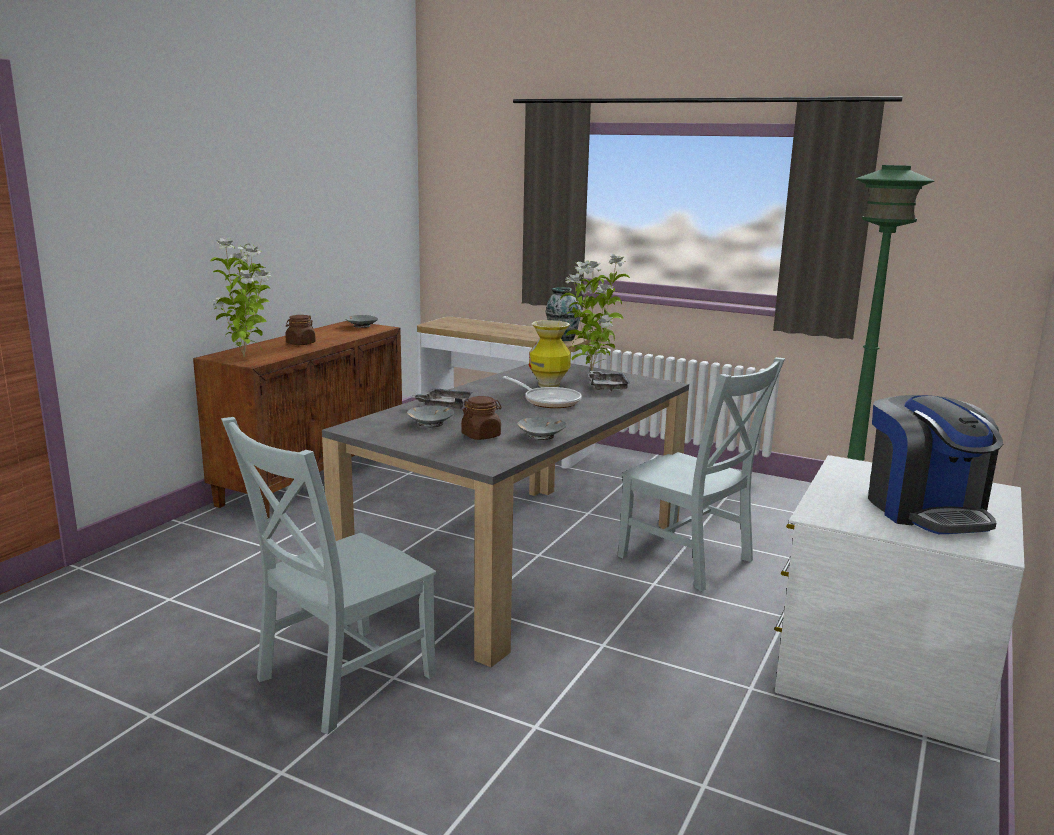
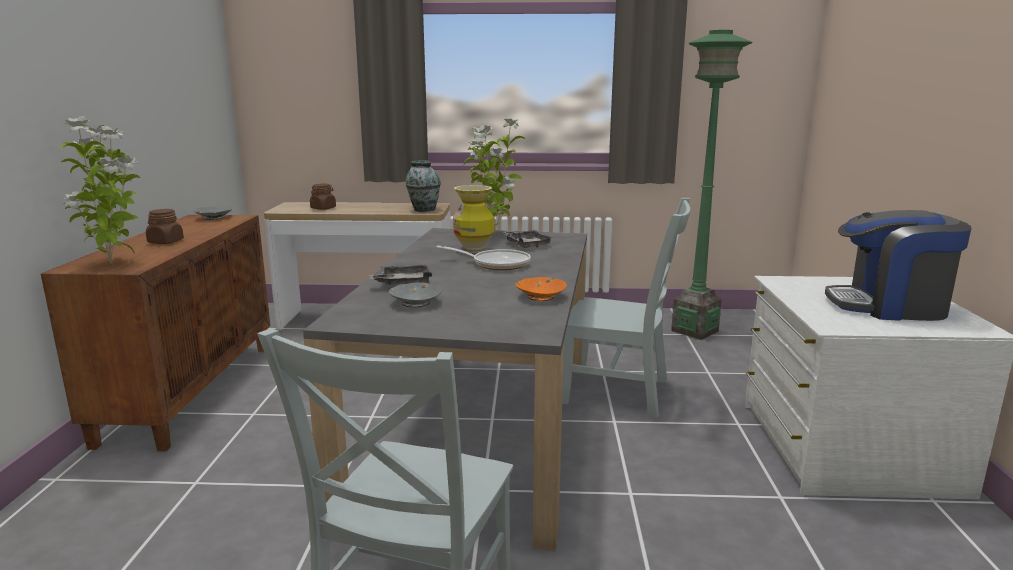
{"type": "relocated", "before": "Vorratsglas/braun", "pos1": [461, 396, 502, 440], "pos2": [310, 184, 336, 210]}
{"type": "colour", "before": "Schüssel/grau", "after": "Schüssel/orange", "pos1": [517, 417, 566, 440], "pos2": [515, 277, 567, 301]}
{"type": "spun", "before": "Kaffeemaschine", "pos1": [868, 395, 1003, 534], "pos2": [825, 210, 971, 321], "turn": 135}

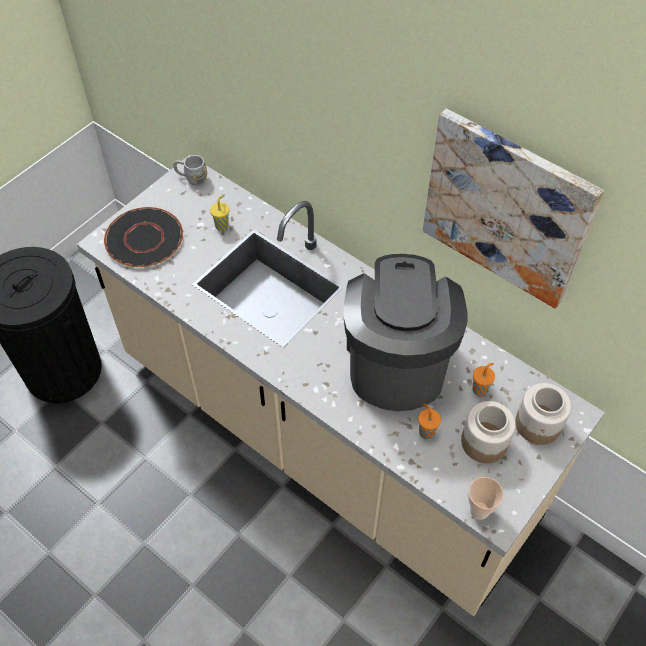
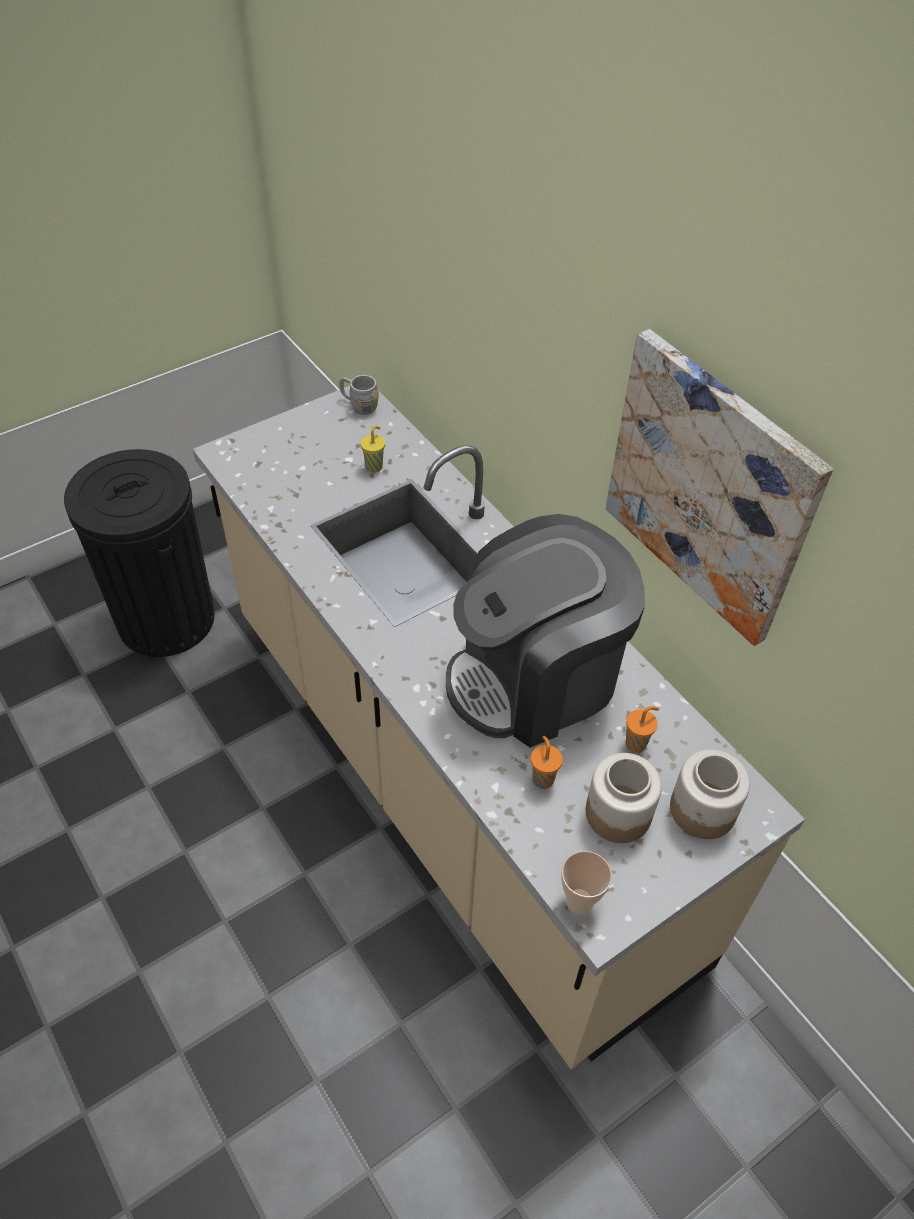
{"type": "spun", "before": "Kaffeemaschine", "pos1": [343, 254, 468, 411], "pos2": [446, 514, 645, 748], "turn": -135}
{"type": "missing", "before": "Teller/schwarz", "pos1": [104, 207, 183, 267]}

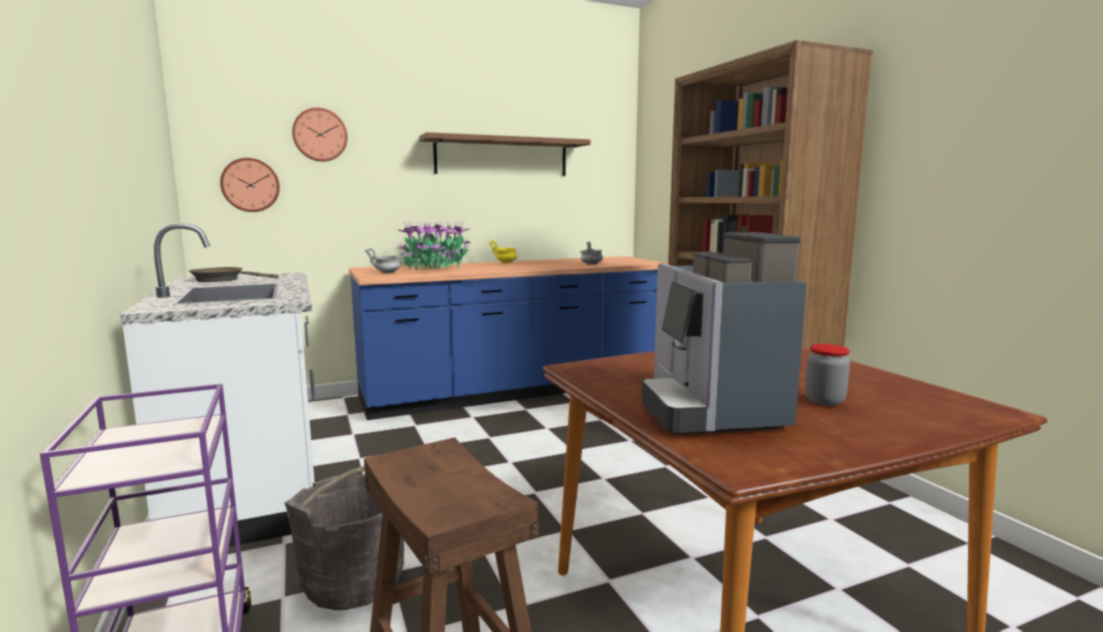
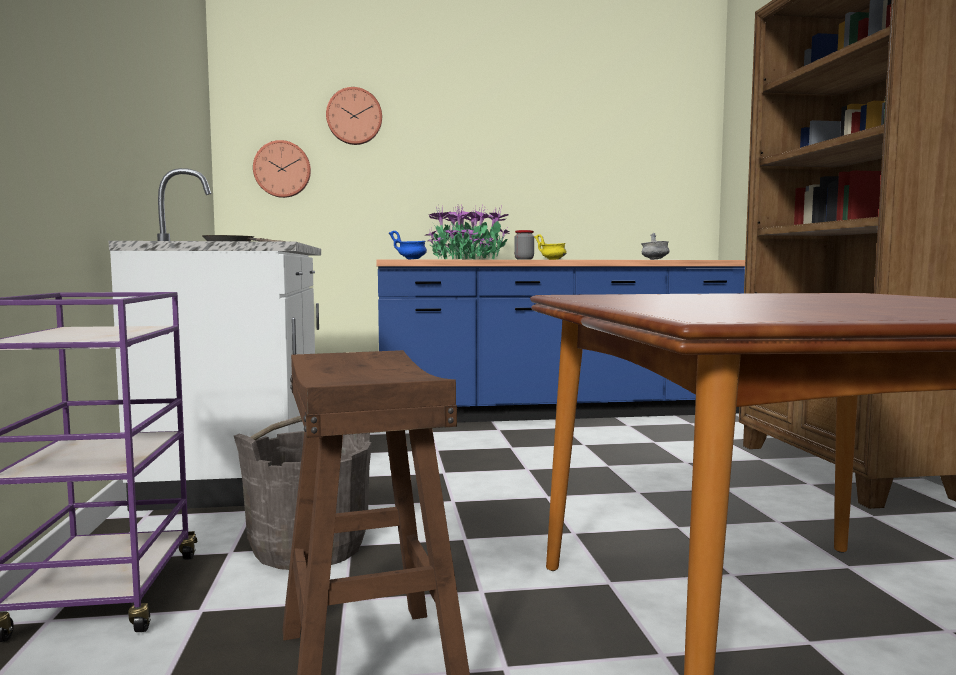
{"type": "colour", "before": "Schüssel/grau", "after": "Schüssel/blau", "pos1": [365, 248, 401, 274], "pos2": [389, 231, 427, 259]}
{"type": "relocated", "before": "Vorratsglas", "pos1": [805, 344, 850, 406], "pos2": [514, 230, 534, 259]}
{"type": "missing", "before": "Wandregal/braun", "pos1": [419, 132, 590, 176]}
{"type": "missing", "before": "Kaffeemaschine", "pos1": [642, 232, 807, 434]}

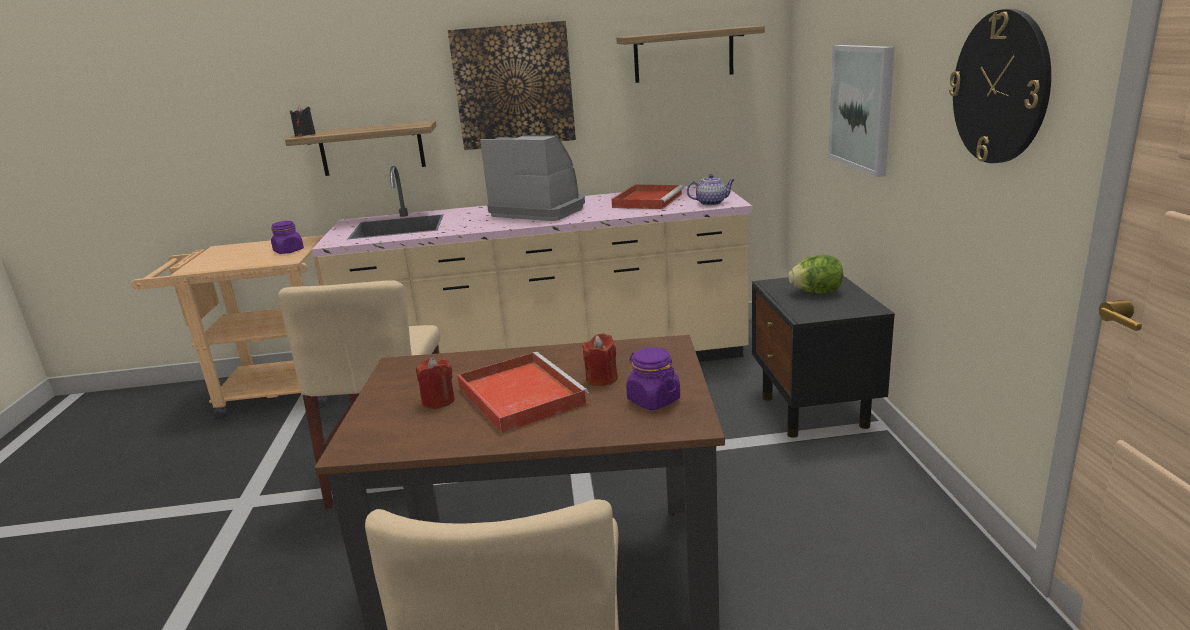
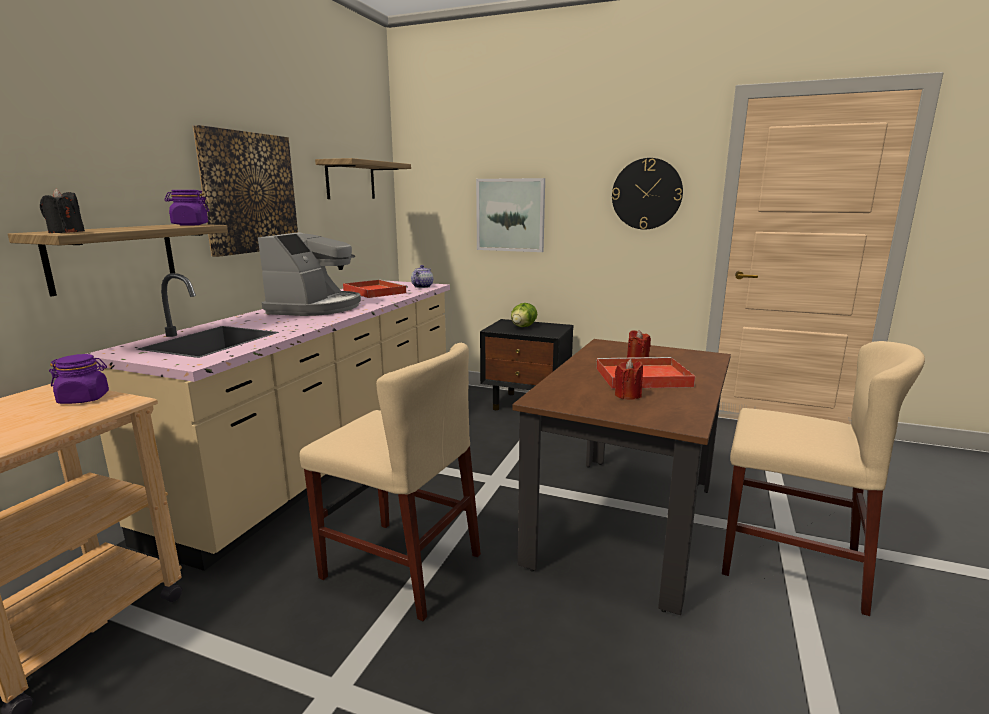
{"type": "relocated", "before": "Vorratsglas/lila", "pos1": [626, 347, 680, 410], "pos2": [165, 190, 209, 226]}
{"type": "spun", "before": "Kaffeemaschine", "pos1": [480, 135, 585, 221], "pos2": [258, 232, 361, 316], "turn": 135}

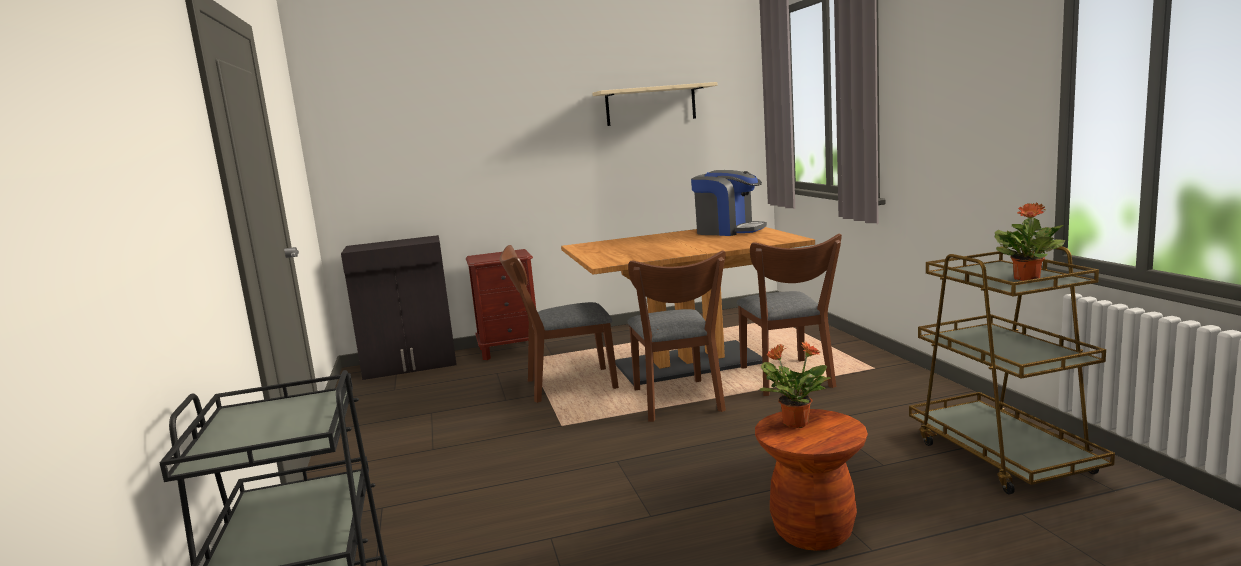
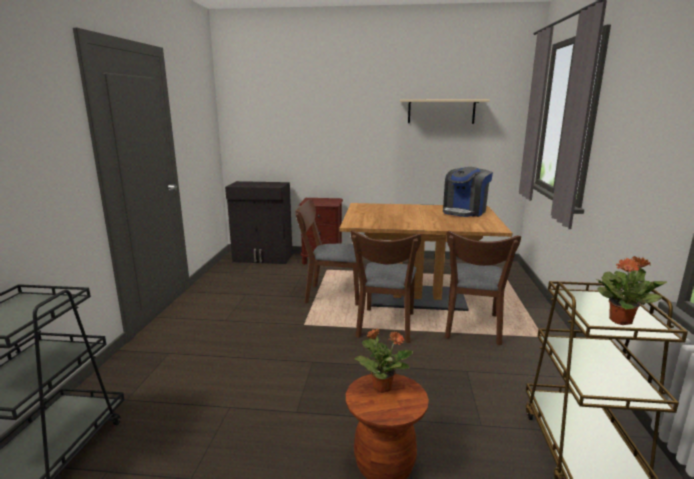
{"type": "spun", "before": "Kaffeemaschine", "pos1": [691, 170, 767, 236], "pos2": [443, 167, 493, 217], "turn": 75}

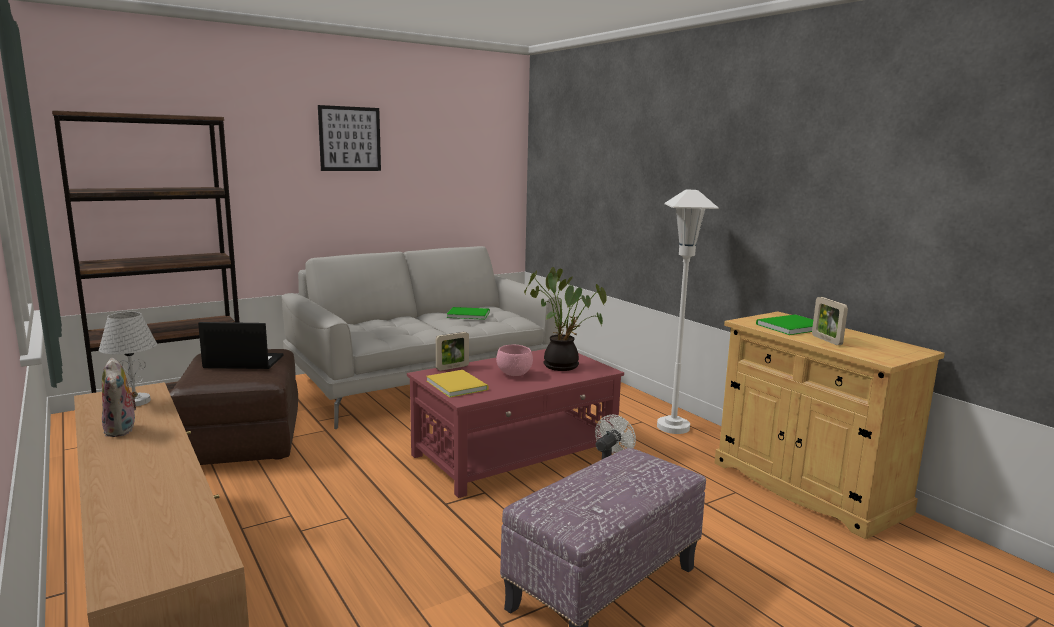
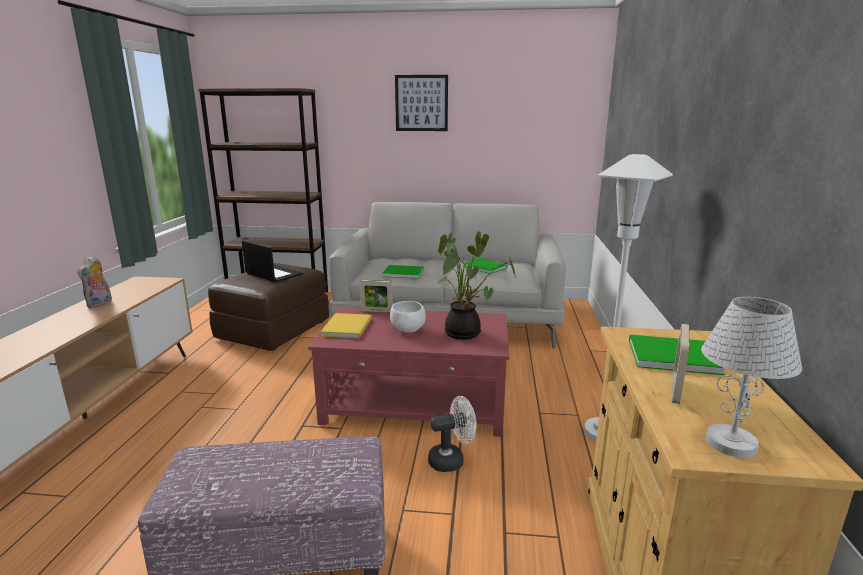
{"type": "appeared", "after": "Buch/grün", "pos2": [382, 265, 424, 279]}
{"type": "colour", "before": "Schüssel/rosa", "after": "Schüssel/weiß", "pos1": [496, 345, 533, 376], "pos2": [390, 301, 426, 333]}
{"type": "relocated", "before": "Tischlampe/weiß", "pos1": [99, 312, 157, 406], "pos2": [701, 297, 802, 458]}

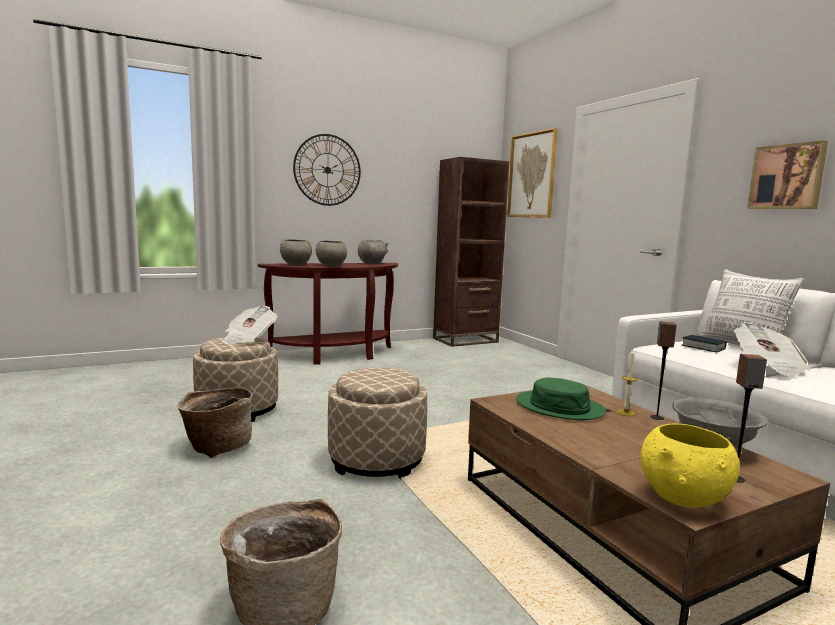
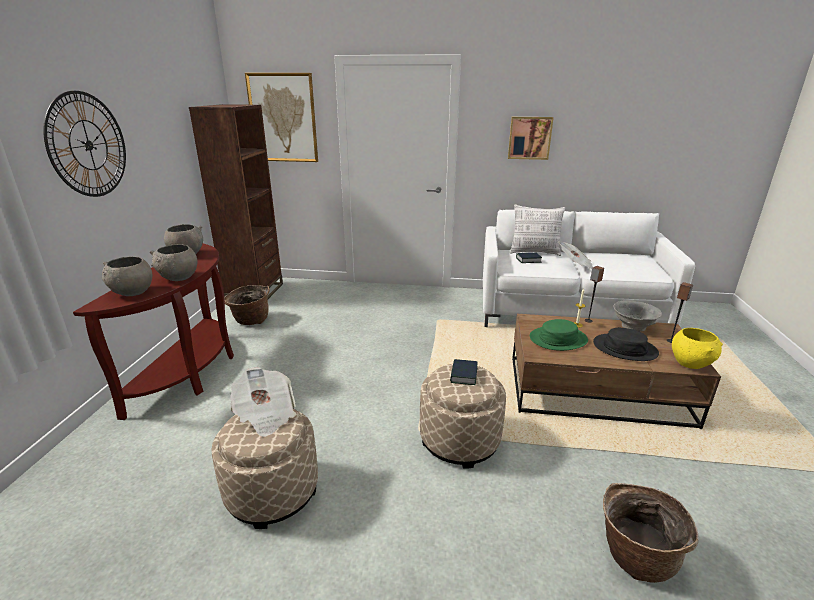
{"type": "relocated", "before": "Korb", "pos1": [178, 388, 252, 458], "pos2": [224, 285, 270, 325]}
{"type": "appeared", "after": "Buch", "pos2": [450, 359, 478, 385]}
{"type": "appeared", "after": "Hut/schwarz", "pos2": [593, 328, 659, 361]}

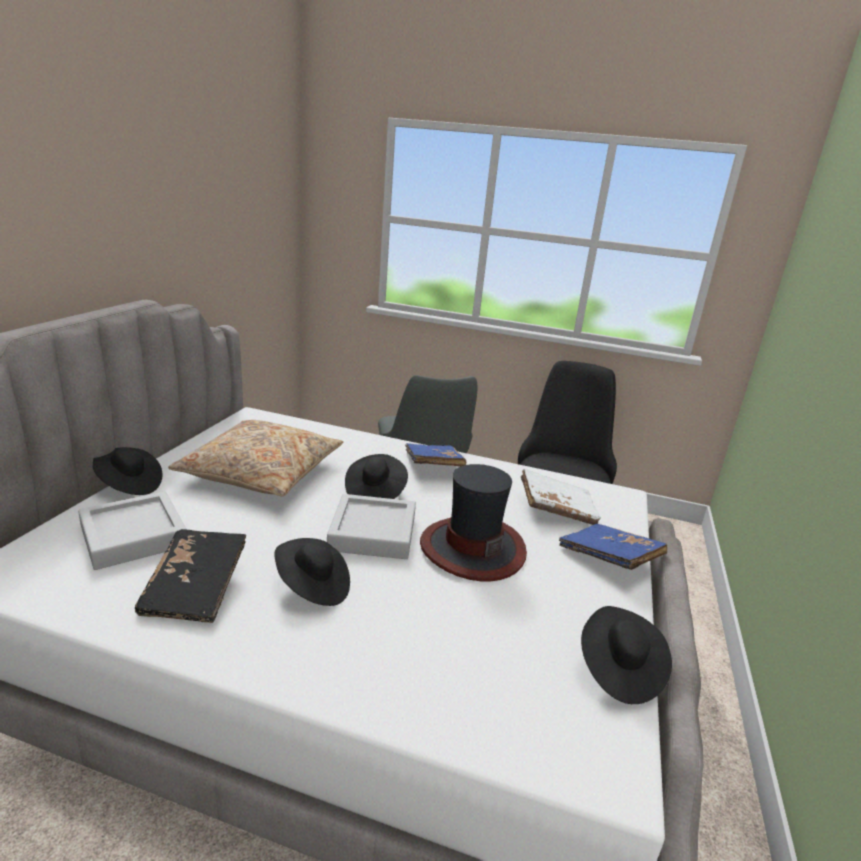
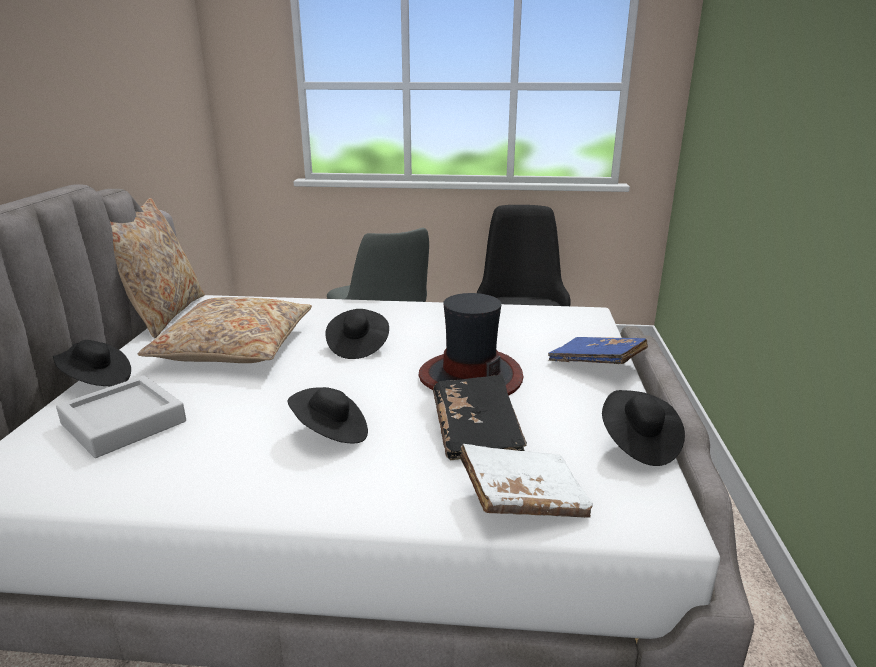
{"type": "appeared", "after": "Kissen/beige", "pos2": [110, 198, 205, 338]}
{"type": "relocated", "before": "Buch/schwarz", "pos1": [135, 529, 246, 623], "pos2": [433, 375, 527, 460]}
{"type": "relocated", "before": "Buch/weiß", "pos1": [521, 469, 601, 525], "pos2": [460, 444, 593, 518]}
{"type": "missing", "before": "Tablett/grau", "pos1": [327, 494, 416, 559]}
{"type": "missing", "before": "Buch/blau", "pos1": [405, 443, 466, 467]}

